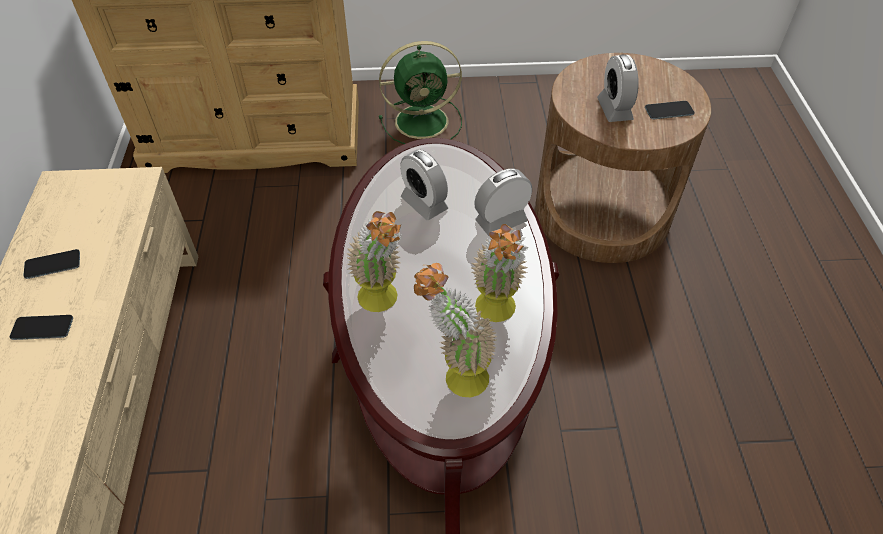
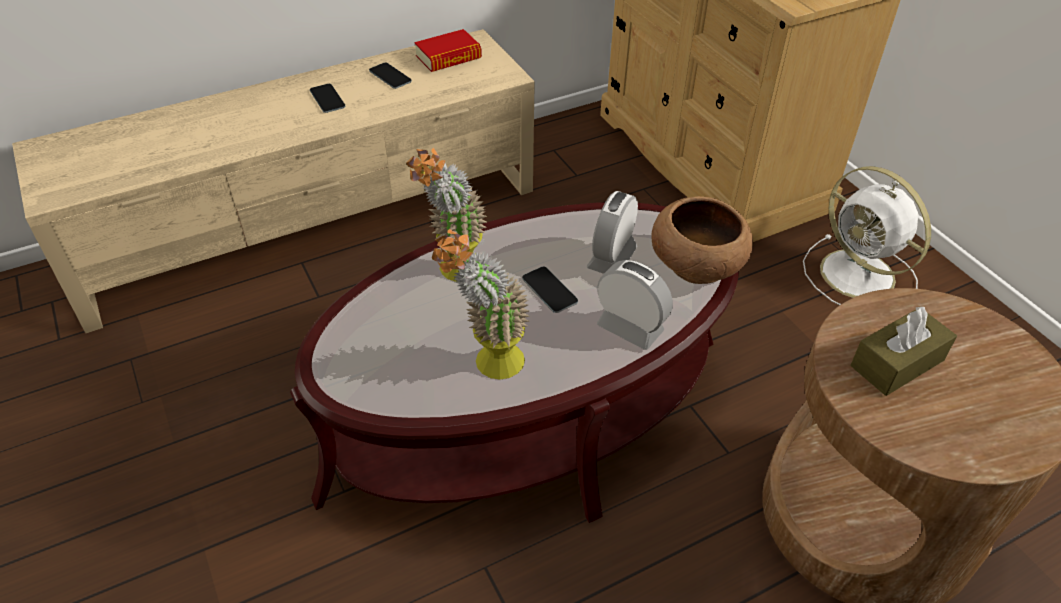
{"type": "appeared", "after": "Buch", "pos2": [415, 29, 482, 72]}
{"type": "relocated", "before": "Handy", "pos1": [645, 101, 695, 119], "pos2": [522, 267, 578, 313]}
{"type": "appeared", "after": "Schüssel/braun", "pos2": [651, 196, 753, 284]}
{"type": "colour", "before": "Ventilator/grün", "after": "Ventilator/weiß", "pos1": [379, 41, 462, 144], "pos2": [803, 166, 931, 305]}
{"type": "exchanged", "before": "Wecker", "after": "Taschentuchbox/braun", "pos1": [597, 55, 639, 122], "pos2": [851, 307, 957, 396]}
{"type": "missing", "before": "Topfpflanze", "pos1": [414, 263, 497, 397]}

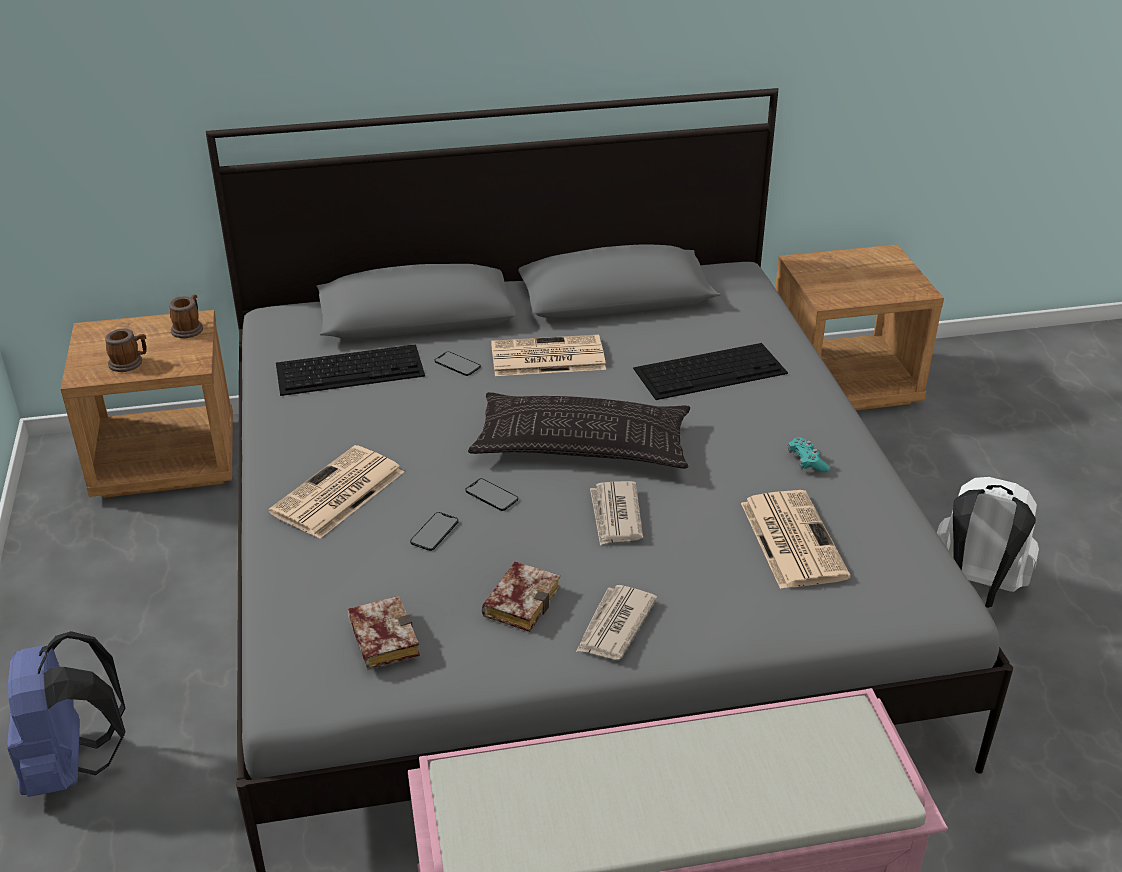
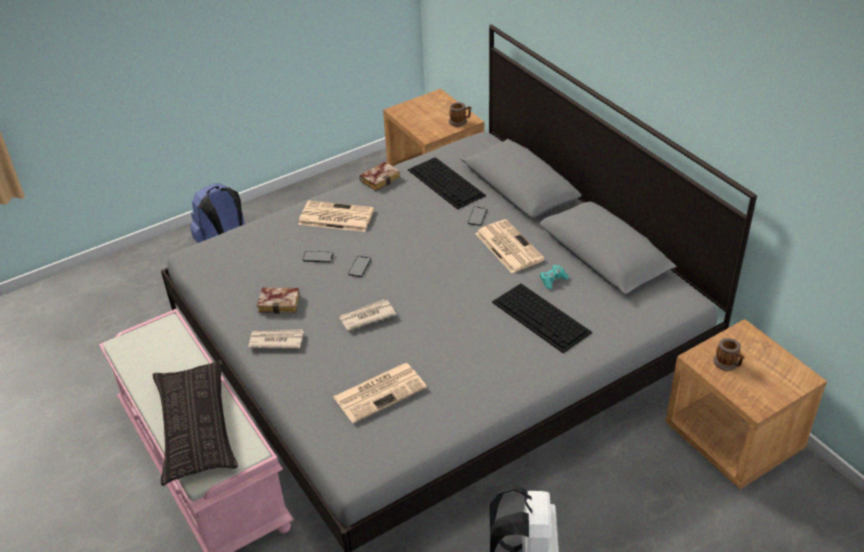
{"type": "relocated", "before": "Kissen", "pos1": [468, 392, 690, 469], "pos2": [153, 360, 238, 486]}
{"type": "relocated", "before": "Buch", "pos1": [348, 596, 420, 670], "pos2": [360, 162, 401, 191]}
{"type": "relocated", "before": "Gamepad/türkis", "pos1": [788, 437, 830, 472], "pos2": [540, 265, 569, 289]}
{"type": "relocated", "before": "Henkelbecher", "pos1": [105, 328, 147, 372], "pos2": [713, 338, 745, 371]}

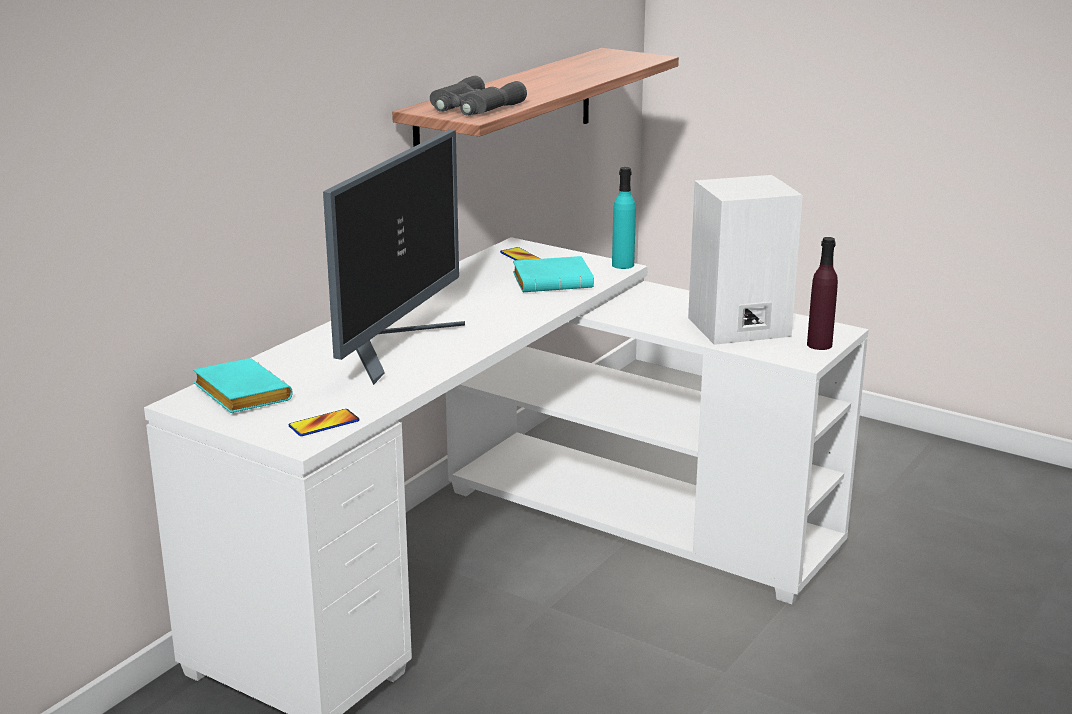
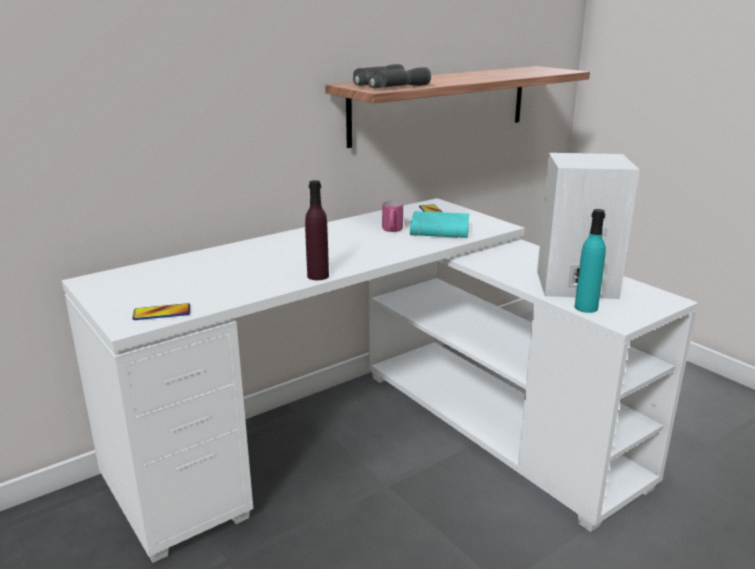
{"type": "relocated", "before": "Flasche/lila", "pos1": [807, 237, 838, 350], "pos2": [305, 180, 329, 280]}
{"type": "appeared", "after": "Henkelbecher/rosa", "pos2": [382, 201, 403, 232]}
{"type": "relocated", "before": "Flasche/türkis", "pos1": [612, 167, 636, 269], "pos2": [574, 209, 606, 313]}
{"type": "missing", "before": "Buch/türkis", "pos1": [193, 358, 293, 413]}
{"type": "missing", "before": "Monitor", "pos1": [323, 130, 465, 385]}

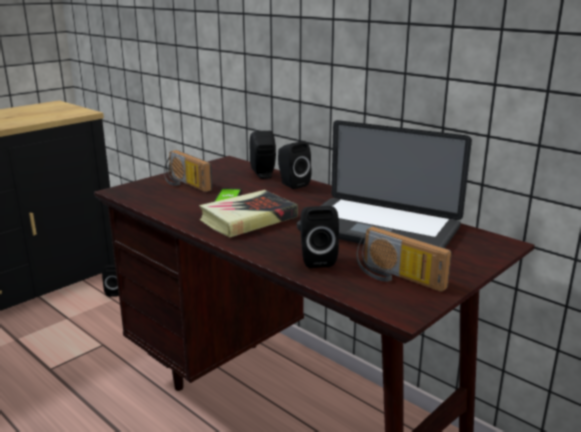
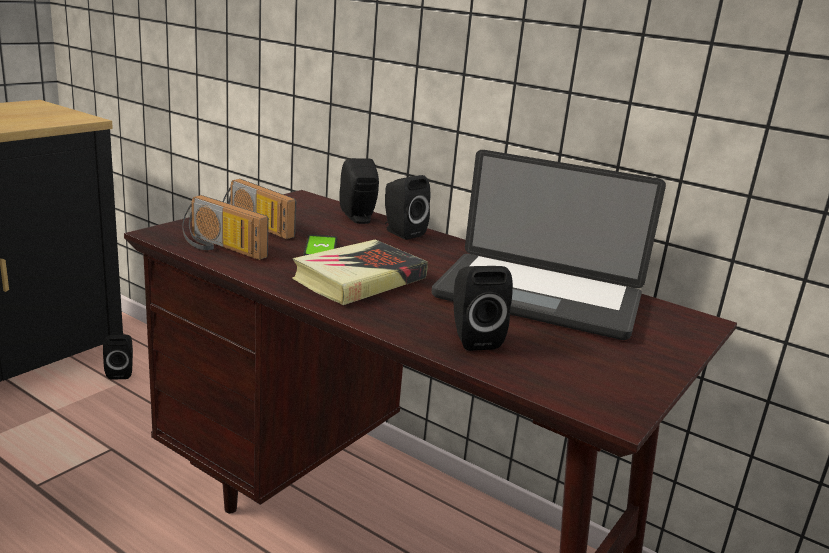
{"type": "relocated", "before": "Radio", "pos1": [356, 226, 452, 292], "pos2": [183, 195, 269, 260]}

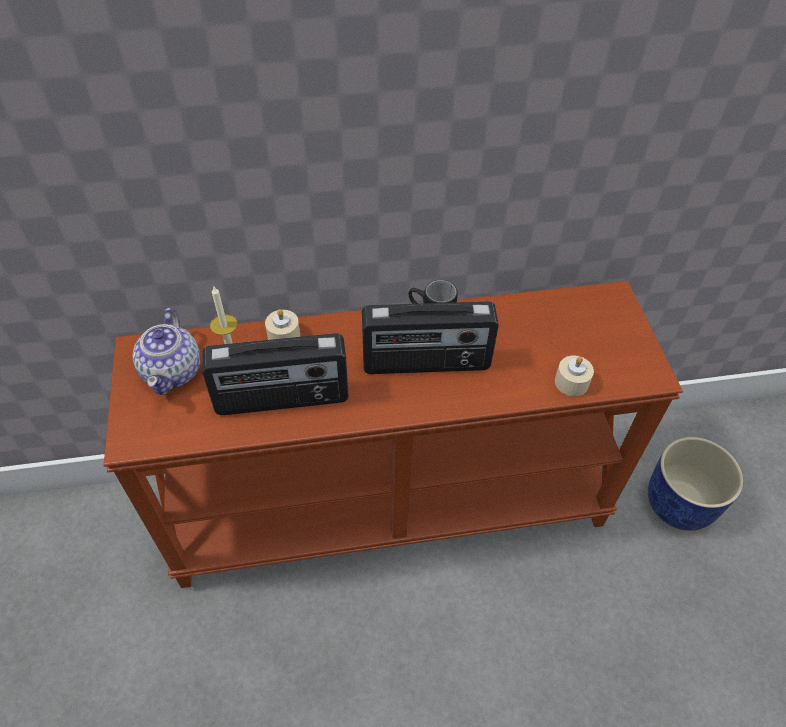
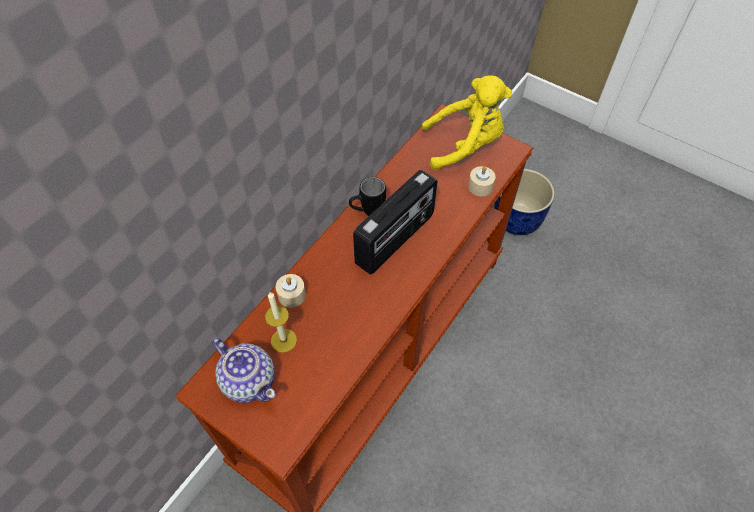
{"type": "appeared", "after": "Plüschtier/gelb", "pos2": [422, 76, 512, 170]}
{"type": "missing", "before": "Radio", "pos1": [202, 333, 348, 415]}

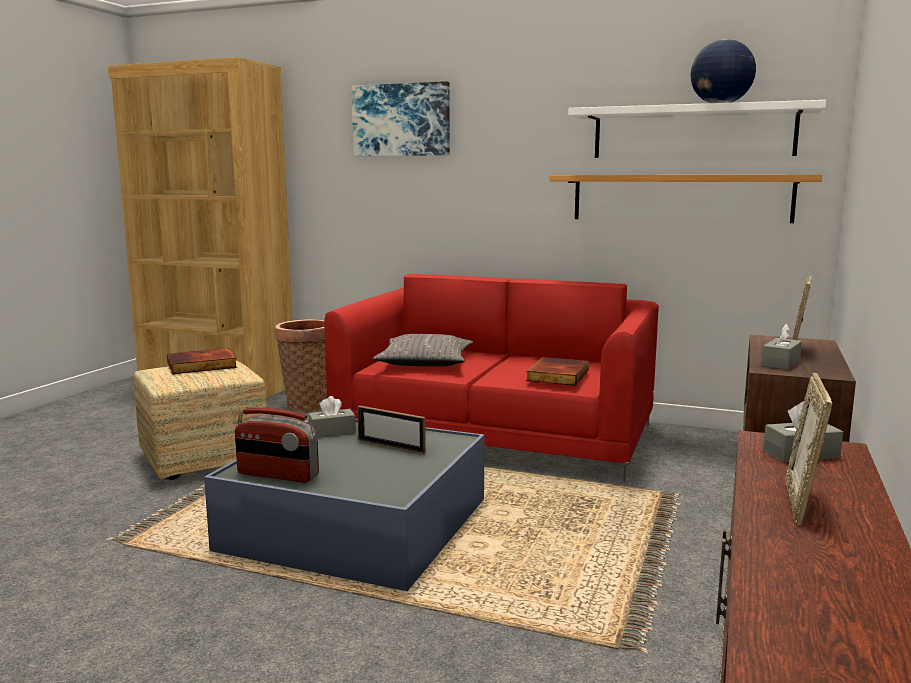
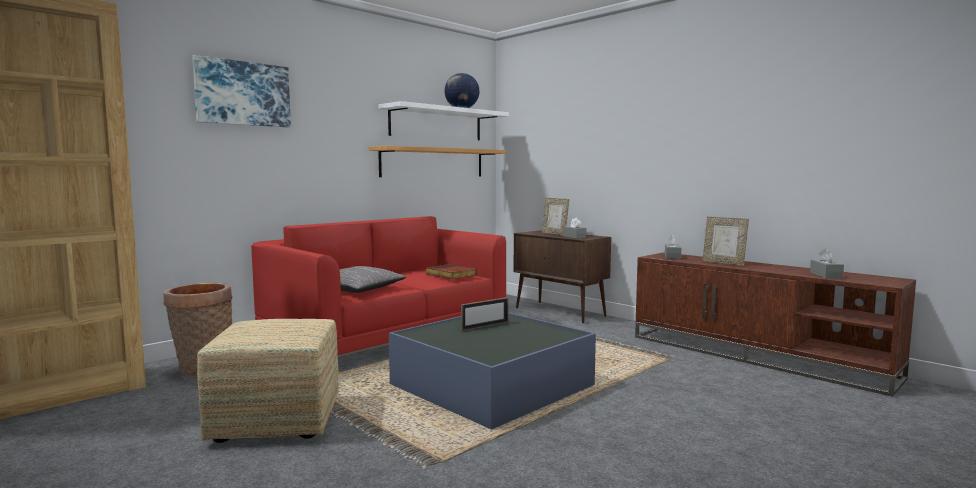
{"type": "relocated", "before": "Taschentuchbox/grau", "pos1": [308, 396, 356, 437], "pos2": [810, 248, 844, 279]}
{"type": "missing", "before": "Buch", "pos1": [167, 348, 237, 374]}
{"type": "missing", "before": "Radio", "pos1": [235, 408, 319, 483]}

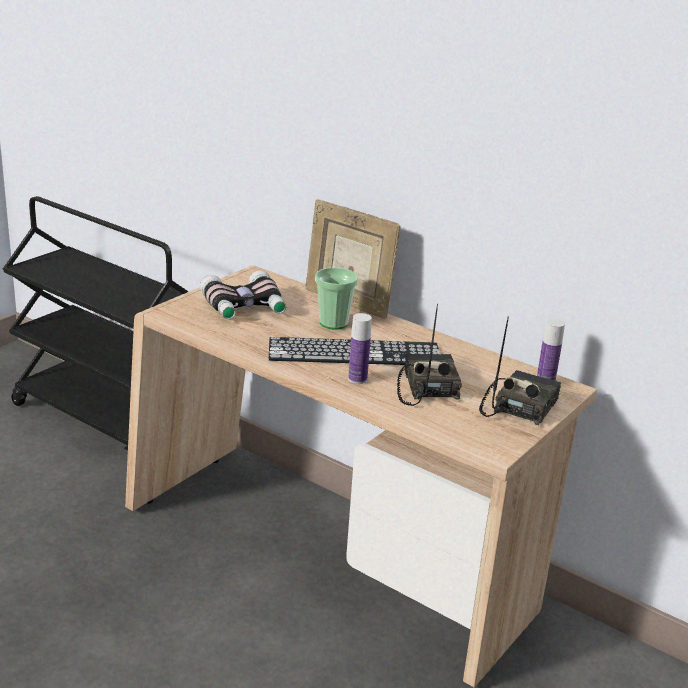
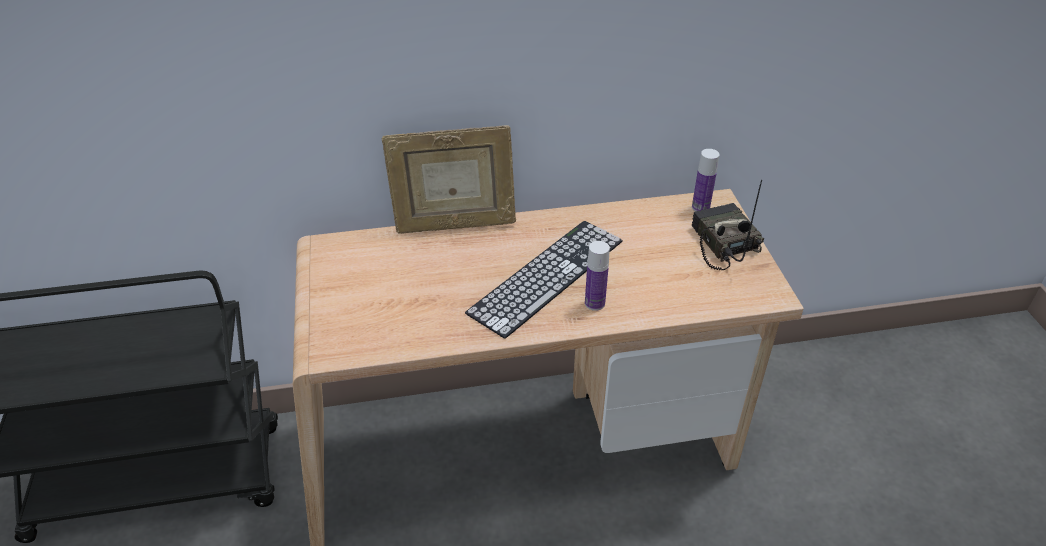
{"type": "missing", "before": "Fernglas", "pos1": [200, 270, 286, 319]}
{"type": "missing", "before": "Tasse", "pos1": [315, 267, 358, 330]}
{"type": "missing", "before": "Radio", "pos1": [397, 304, 462, 406]}

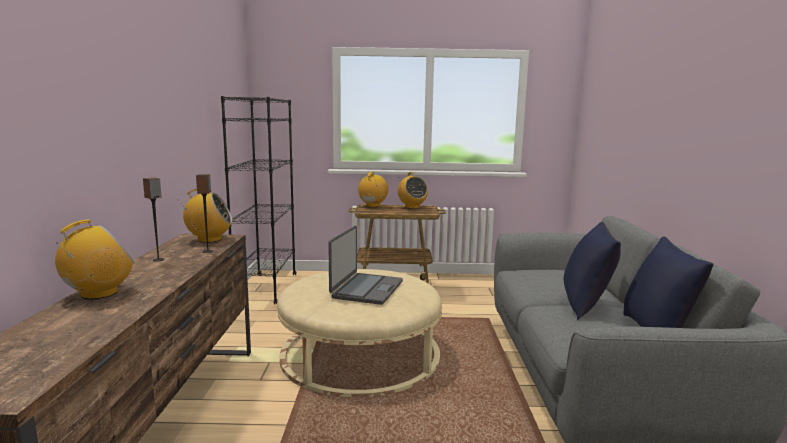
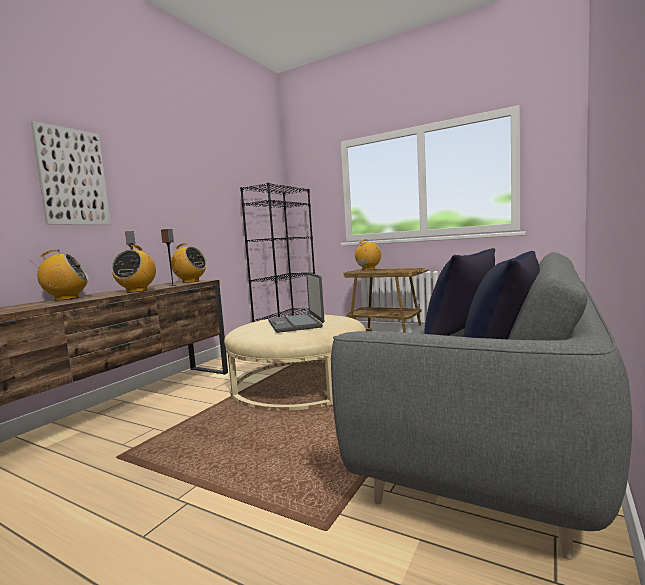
{"type": "appeared", "after": "Bild", "pos2": [31, 121, 111, 225]}
{"type": "relocated", "before": "Radio", "pos1": [398, 172, 428, 209], "pos2": [112, 245, 156, 293]}
{"type": "spun", "before": "Laptop", "pos1": [328, 225, 403, 305], "pos2": [268, 272, 324, 333], "turn": 120}

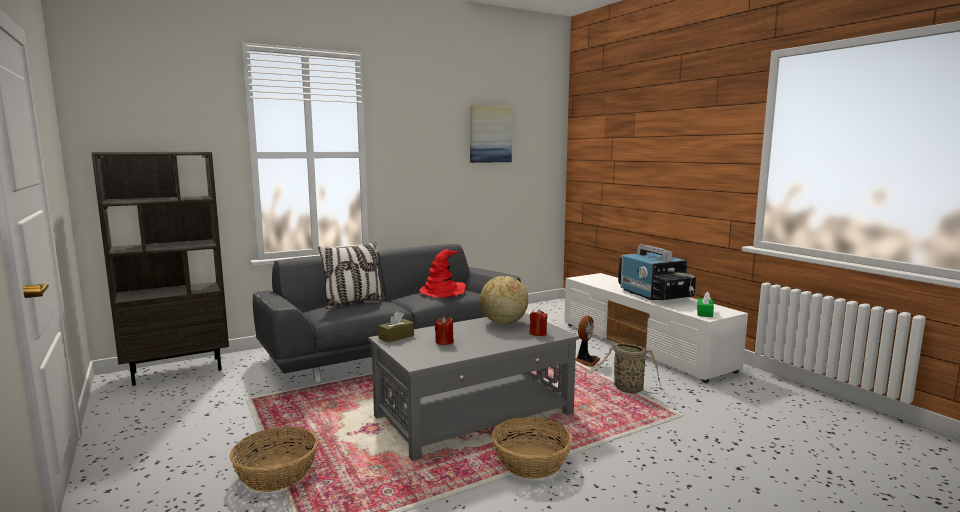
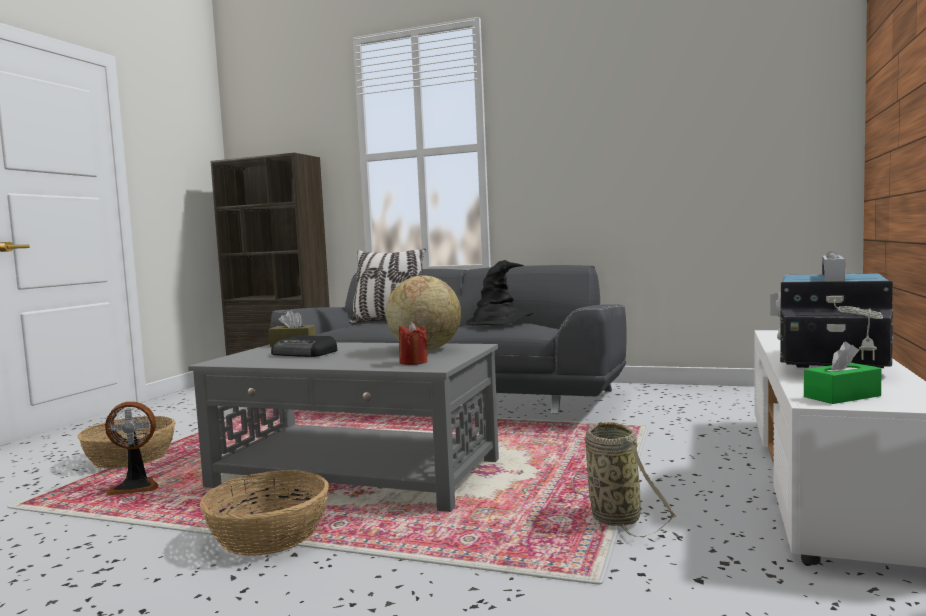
{"type": "relocated", "before": "Ventilator", "pos1": [575, 316, 600, 367], "pos2": [105, 402, 158, 495]}
{"type": "exchanged", "before": "Kerze/rot", "after": "Radio", "pos1": [435, 316, 454, 345], "pos2": [271, 335, 337, 357]}
{"type": "colour", "before": "Hut/rot", "after": "Hut/schwarz", "pos1": [419, 249, 466, 298], "pos2": [466, 260, 534, 325]}
{"type": "missing", "before": "Bild", "pos1": [470, 105, 512, 163]}

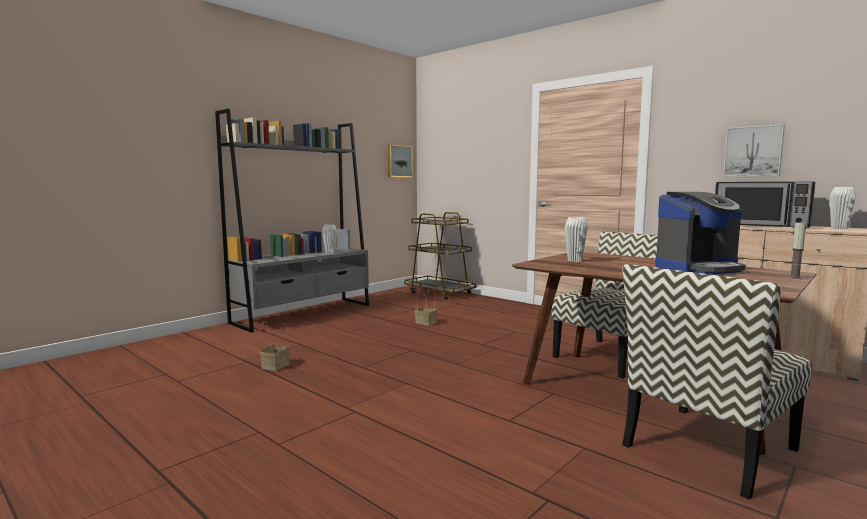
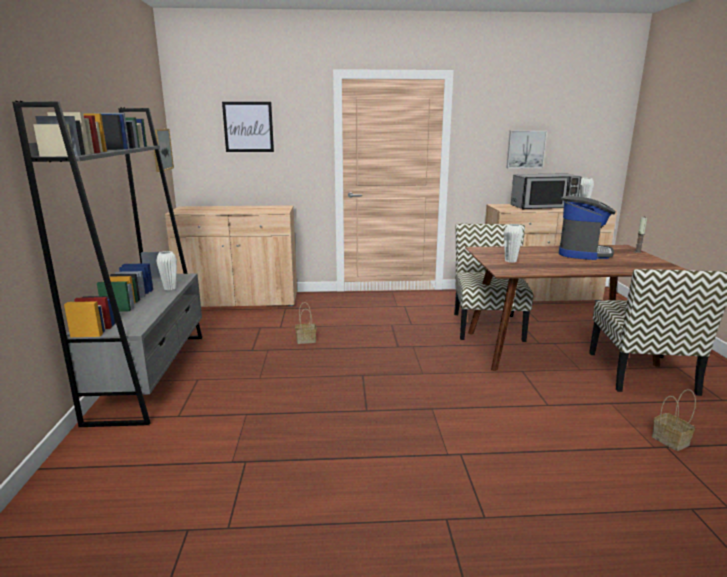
{"type": "exchanged", "before": "Rollwagen/braun", "after": "Schrank/beige", "pos1": [405, 212, 476, 300], "pos2": [165, 205, 297, 307]}
{"type": "appeared", "after": "Bild", "pos2": [222, 102, 274, 152]}
{"type": "relocated", "before": "Korb", "pos1": [260, 321, 290, 371], "pos2": [652, 389, 696, 451]}

